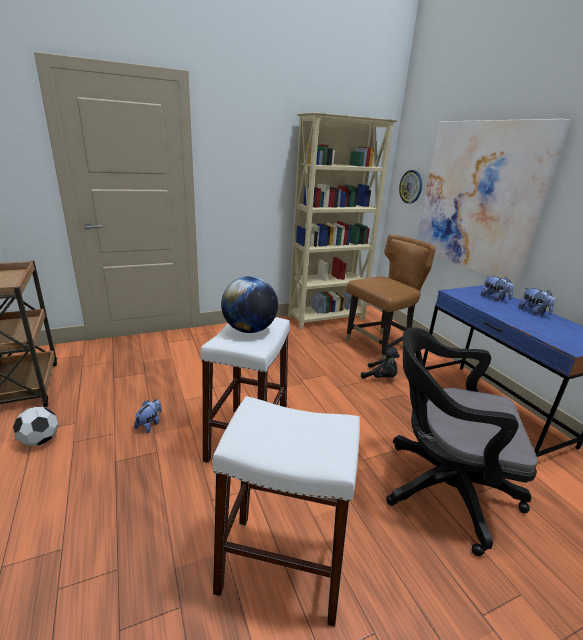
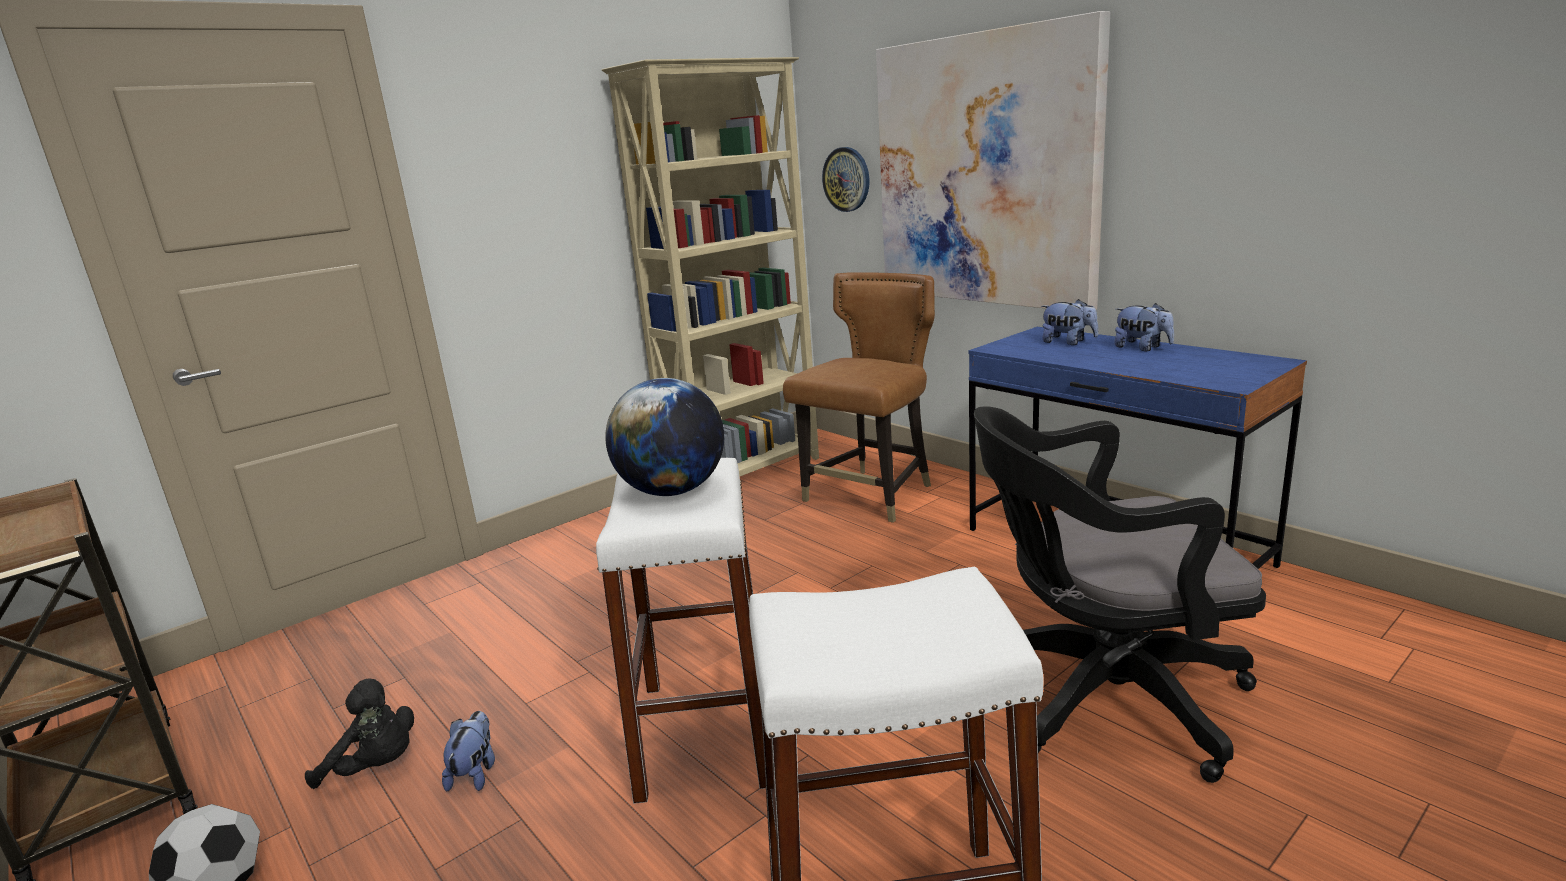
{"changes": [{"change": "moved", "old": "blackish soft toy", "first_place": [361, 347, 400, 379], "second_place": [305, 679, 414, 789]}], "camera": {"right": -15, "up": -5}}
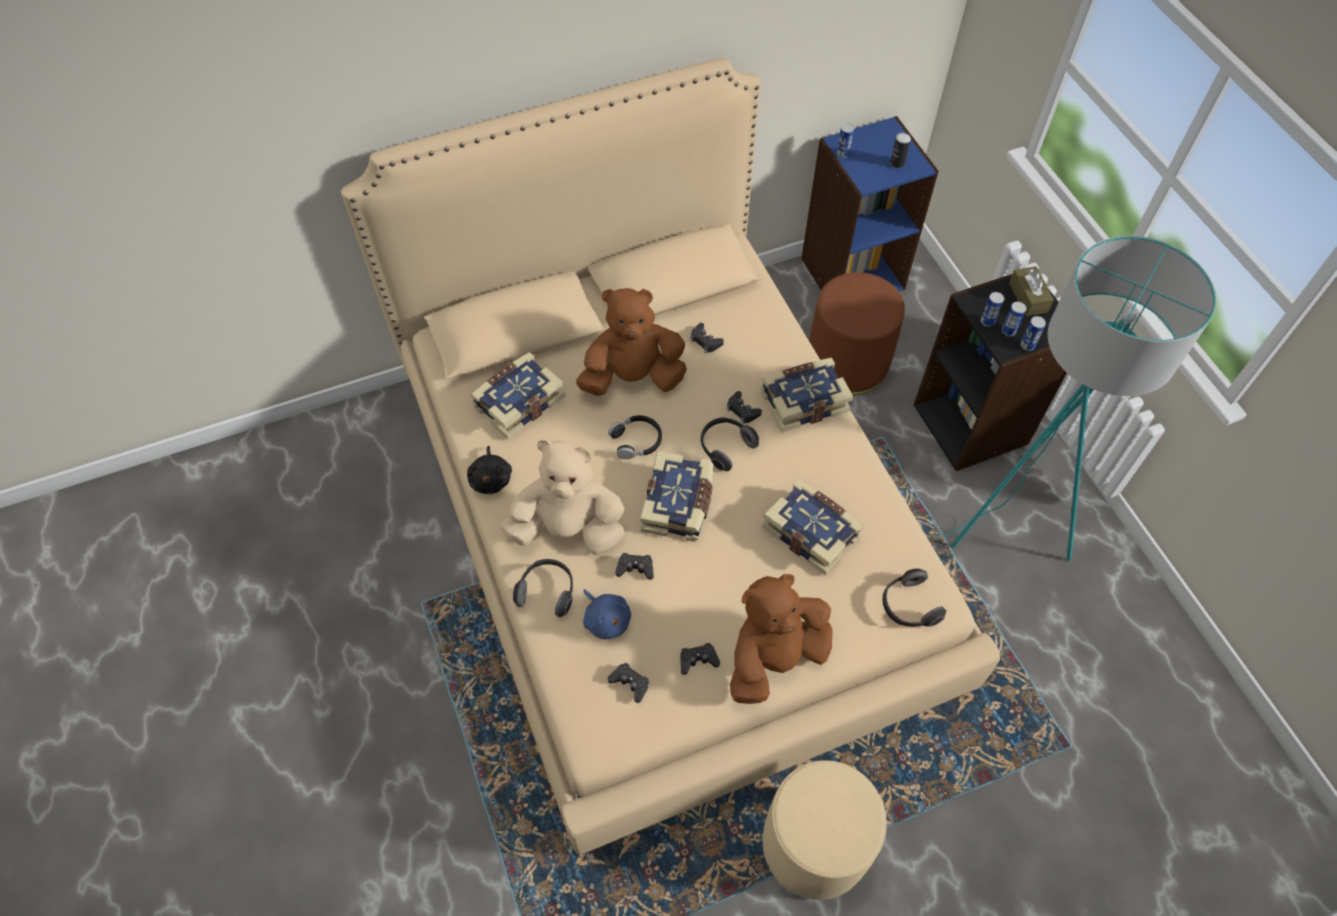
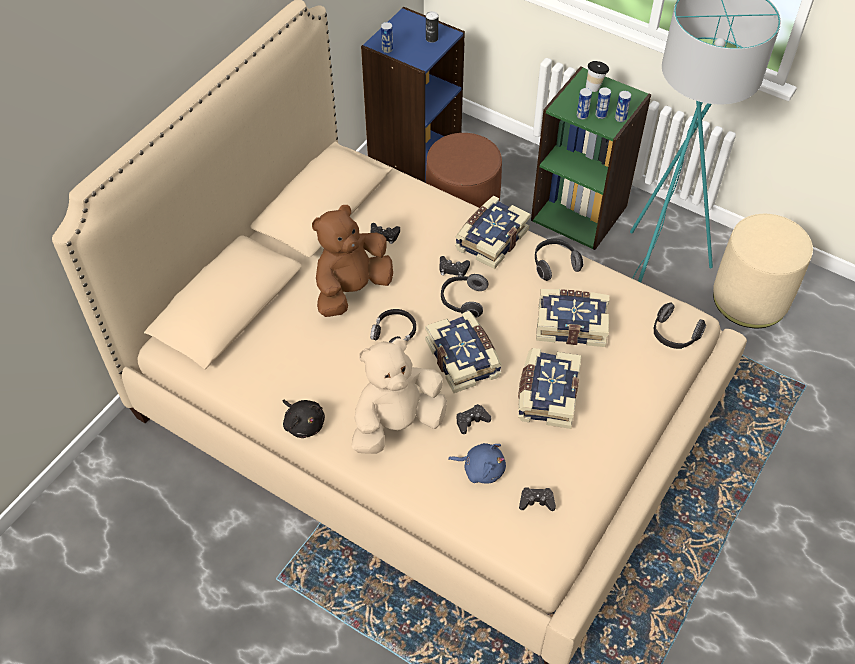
{"changes": [{"change": "replaced", "old": "brown box of tissues", "new": "small cup", "first_place": [1009, 266, 1054, 316], "second_place": [586, 61, 609, 92]}, {"change": "recoloured", "old": "blackish bookcase", "new": "green-coloured bookcase", "first_place": [914, 274, 1067, 471], "second_place": [531, 66, 651, 250]}, {"change": "moved", "old": "book", "first_place": [470, 352, 565, 439], "second_place": [518, 348, 582, 429]}, {"change": "moved", "old": "headphones", "first_place": [513, 559, 573, 617], "second_place": [535, 239, 583, 281]}, {"change": "removed", "old": "brown soft toy", "first_place": [730, 574, 833, 704]}, {"change": "removed", "old": "blackish gamepad", "first_place": [680, 643, 720, 675]}, {"change": "moved", "old": "beige footrest", "first_place": [762, 760, 887, 900], "second_place": [713, 214, 813, 328]}], "camera": {"right": -35, "up": -5}}
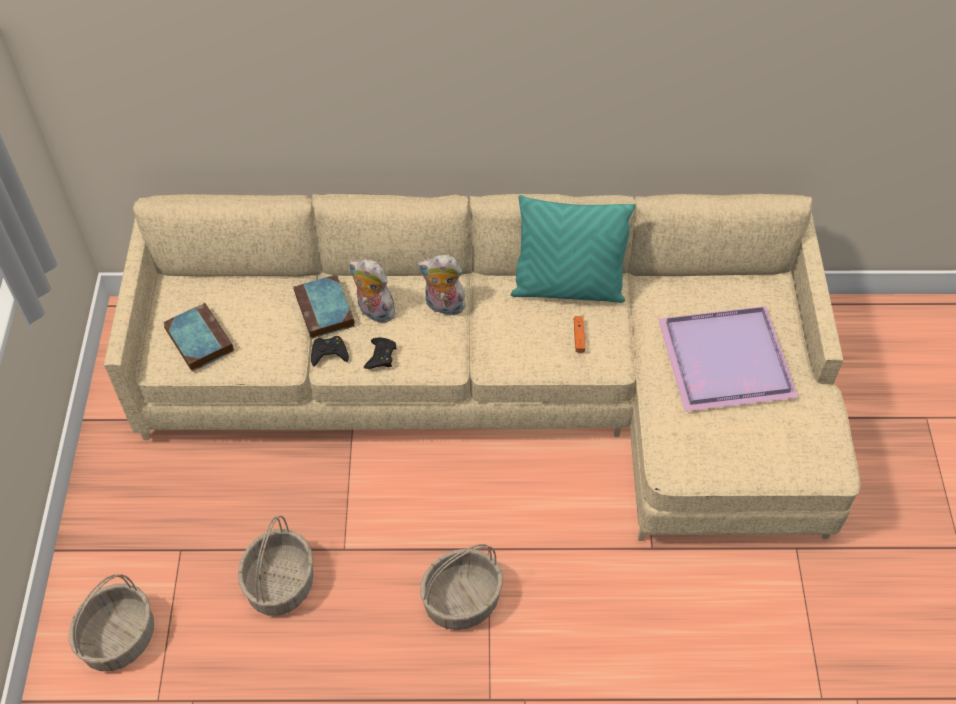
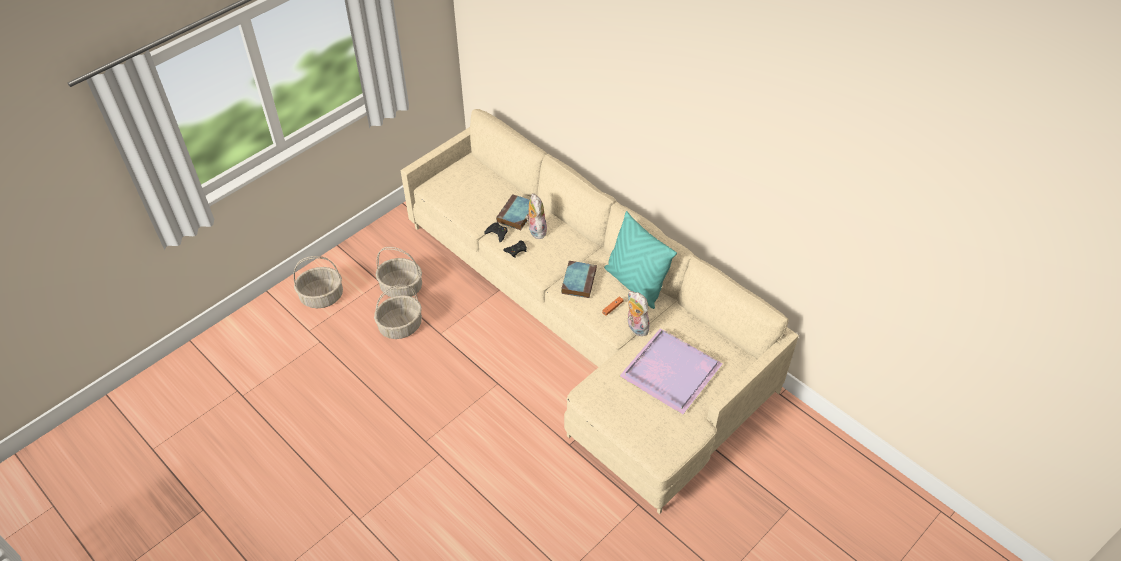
{"changes": [{"change": "moved", "old": "soft toy", "first_place": [417, 255, 466, 315], "second_place": [628, 291, 650, 336]}, {"change": "moved", "old": "book", "first_place": [163, 303, 234, 372], "second_place": [561, 261, 597, 298]}, {"change": "moved", "old": "household basket", "first_place": [420, 544, 503, 630], "second_place": [375, 247, 422, 297]}], "camera": {"right": 45, "up": -5}}
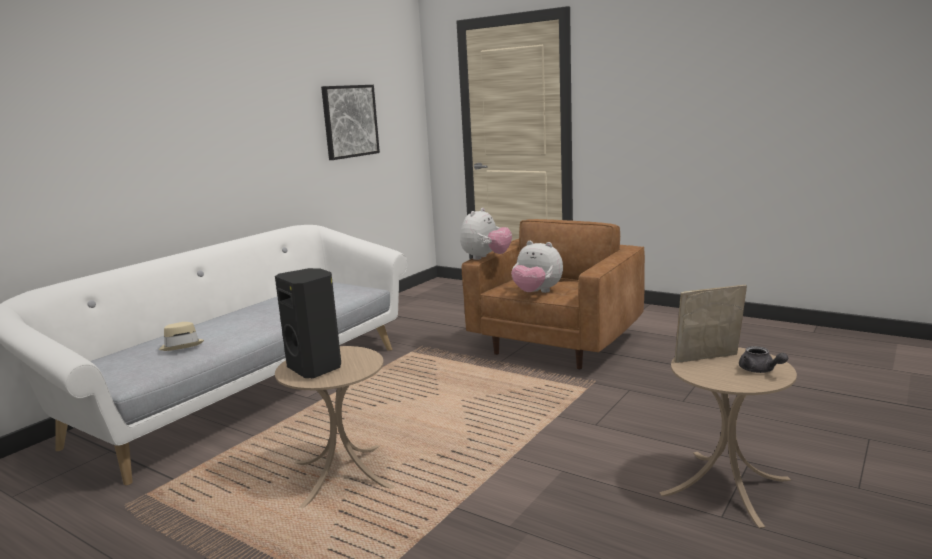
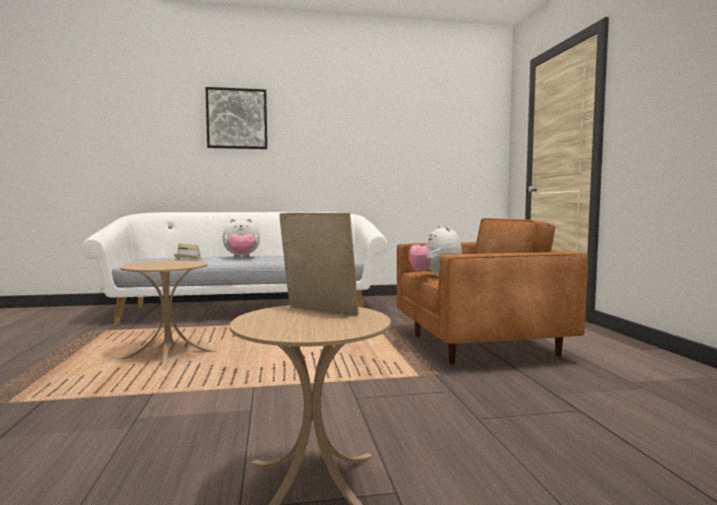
{"changes": [{"change": "moved", "old": "wall art", "first_place": [321, 85, 380, 160], "second_place": [205, 87, 267, 149]}, {"change": "moved", "old": "soft toy", "first_place": [460, 208, 512, 260], "second_place": [223, 219, 260, 258]}, {"change": "removed", "old": "blackish speaker", "first_place": [275, 268, 341, 378]}, {"change": "removed", "old": "grey pot for tea", "first_place": [739, 346, 788, 373]}], "camera": {"right": 45, "up": -10}}
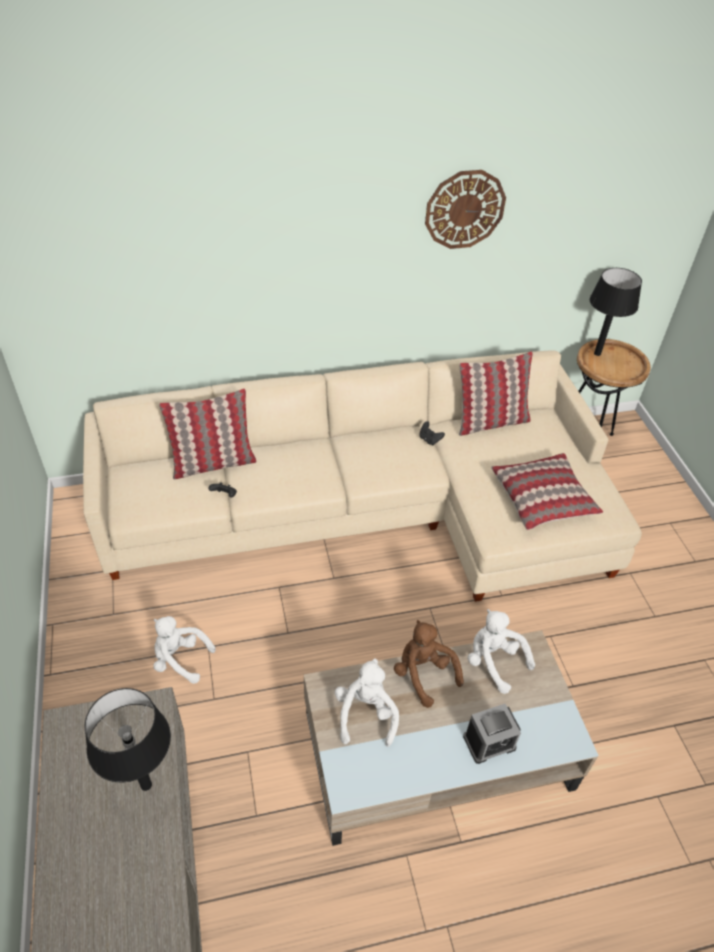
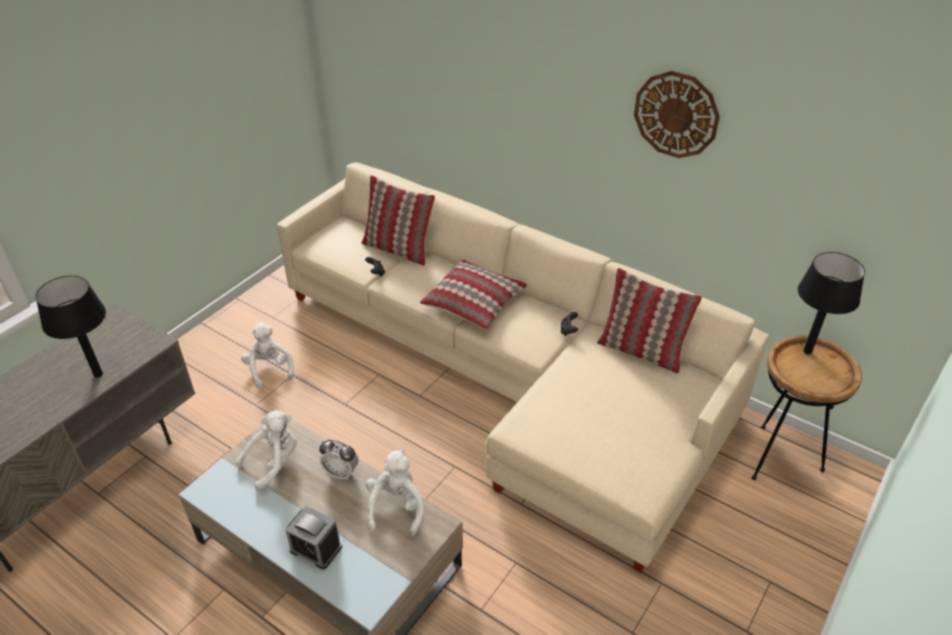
{"changes": [{"change": "moved", "old": "pillow", "first_place": [491, 453, 603, 530], "second_place": [420, 260, 527, 329]}, {"change": "replaced", "old": "brown soft toy", "new": "alarm clock", "first_place": [394, 620, 464, 708], "second_place": [319, 439, 359, 480]}], "camera": {"right": 50, "up": -5}}
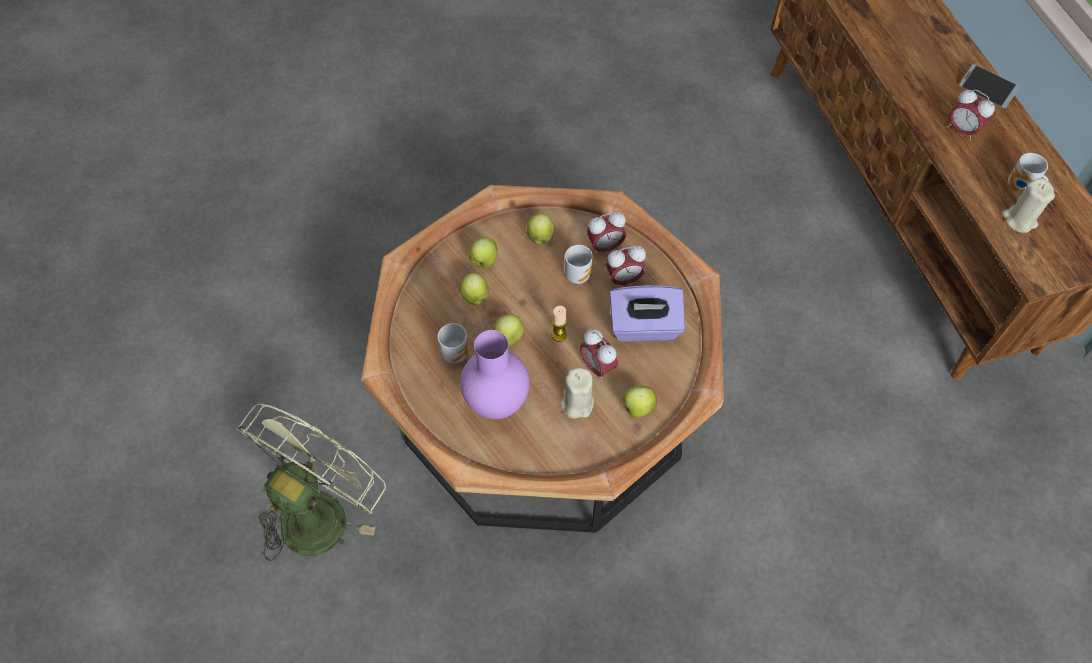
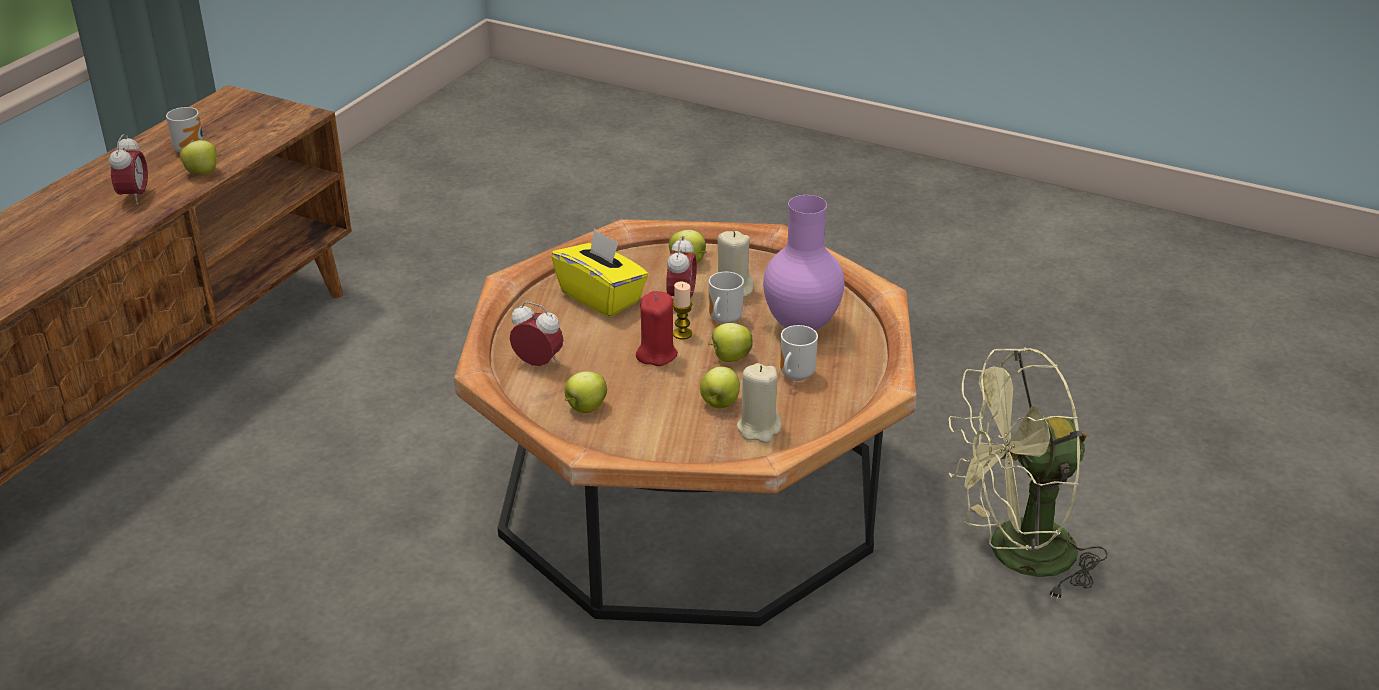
{"changes": [{"change": "removed", "old": "phone", "first_place": [959, 64, 1020, 109]}, {"change": "moved", "old": "beige wax light", "first_place": [1002, 178, 1055, 233], "second_place": [737, 363, 781, 443]}, {"change": "moved", "old": "whole apple", "first_place": [469, 237, 498, 268], "second_place": [180, 140, 221, 174]}, {"change": "moved", "old": "mug", "first_place": [565, 245, 593, 284], "second_place": [709, 272, 744, 324]}, {"change": "removed", "old": "alarm clock", "first_place": [605, 245, 646, 288]}, {"change": "recoloured", "old": "purple-coloured box of tissues", "new": "yellow box of tissues", "first_place": [609, 285, 685, 342], "second_place": [551, 229, 649, 317]}, {"change": "added", "new": "red wax light", "second_place": [636, 291, 678, 366]}], "camera": {"right": -135, "up": -25}}
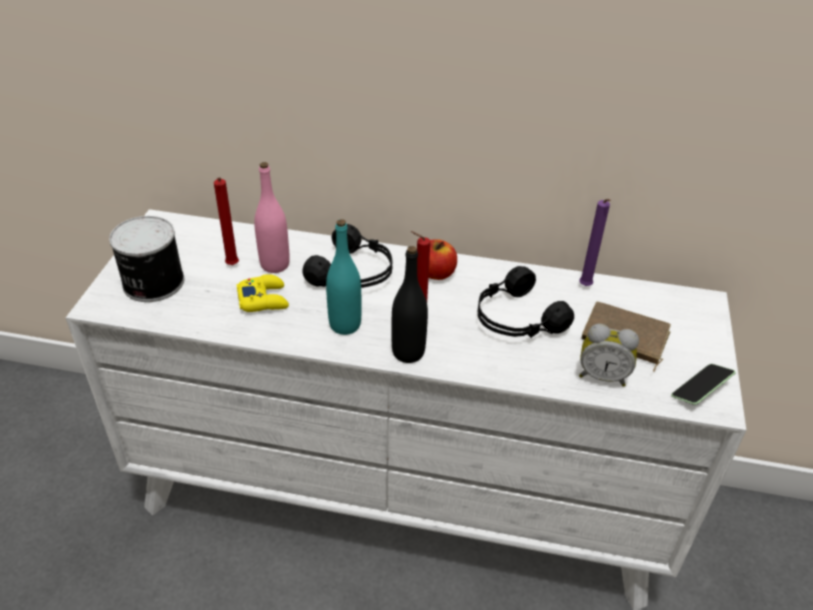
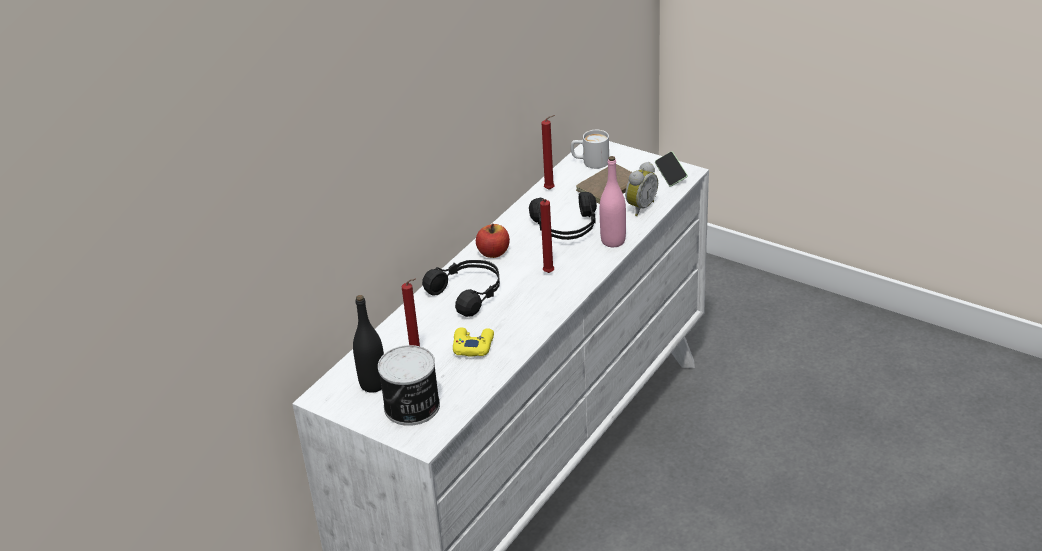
{"changes": [{"change": "moved", "old": "pinkish bottle", "first_place": [254, 162, 290, 273], "second_place": [600, 156, 626, 247]}, {"change": "recoloured", "old": "purple-coloured wax light", "new": "red wax light", "first_place": [579, 199, 610, 286], "second_place": [542, 115, 555, 190]}, {"change": "removed", "old": "turquoise bottle", "first_place": [326, 219, 361, 335]}, {"change": "moved", "old": "blackish bottle", "first_place": [391, 246, 428, 363], "second_place": [353, 295, 384, 393]}, {"change": "added", "new": "white mug", "second_place": [571, 130, 609, 169]}], "camera": {"right": -65, "up": -5}}
